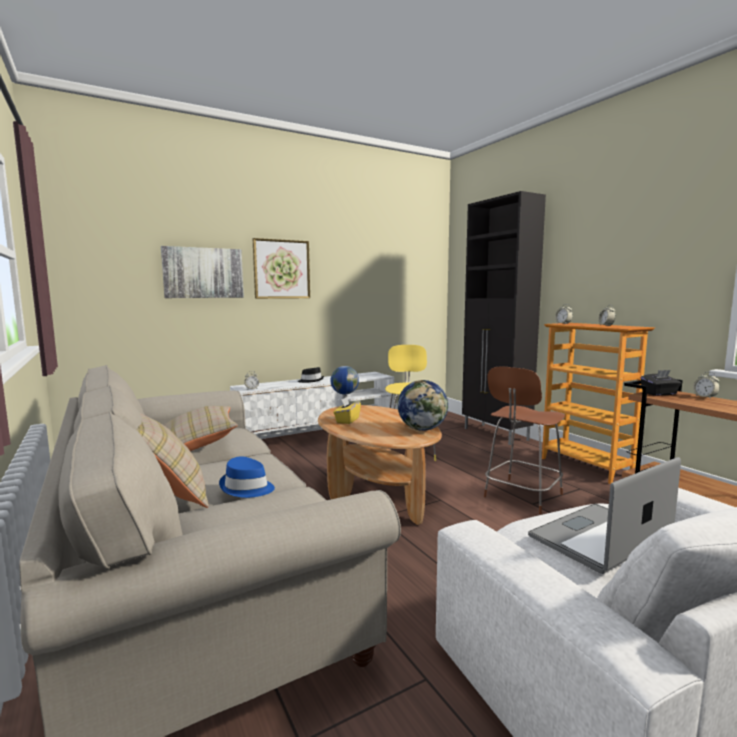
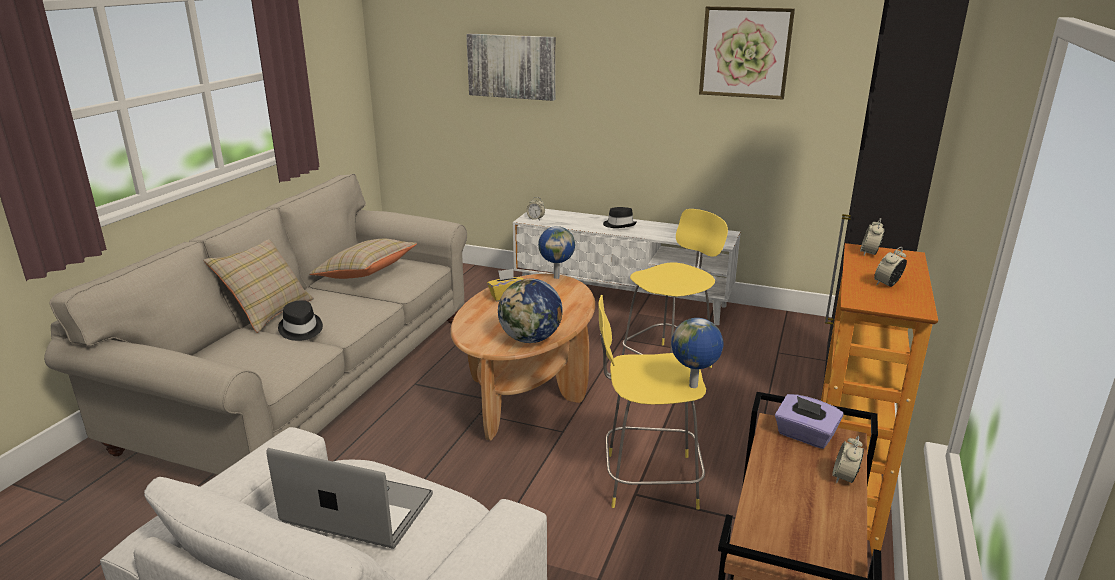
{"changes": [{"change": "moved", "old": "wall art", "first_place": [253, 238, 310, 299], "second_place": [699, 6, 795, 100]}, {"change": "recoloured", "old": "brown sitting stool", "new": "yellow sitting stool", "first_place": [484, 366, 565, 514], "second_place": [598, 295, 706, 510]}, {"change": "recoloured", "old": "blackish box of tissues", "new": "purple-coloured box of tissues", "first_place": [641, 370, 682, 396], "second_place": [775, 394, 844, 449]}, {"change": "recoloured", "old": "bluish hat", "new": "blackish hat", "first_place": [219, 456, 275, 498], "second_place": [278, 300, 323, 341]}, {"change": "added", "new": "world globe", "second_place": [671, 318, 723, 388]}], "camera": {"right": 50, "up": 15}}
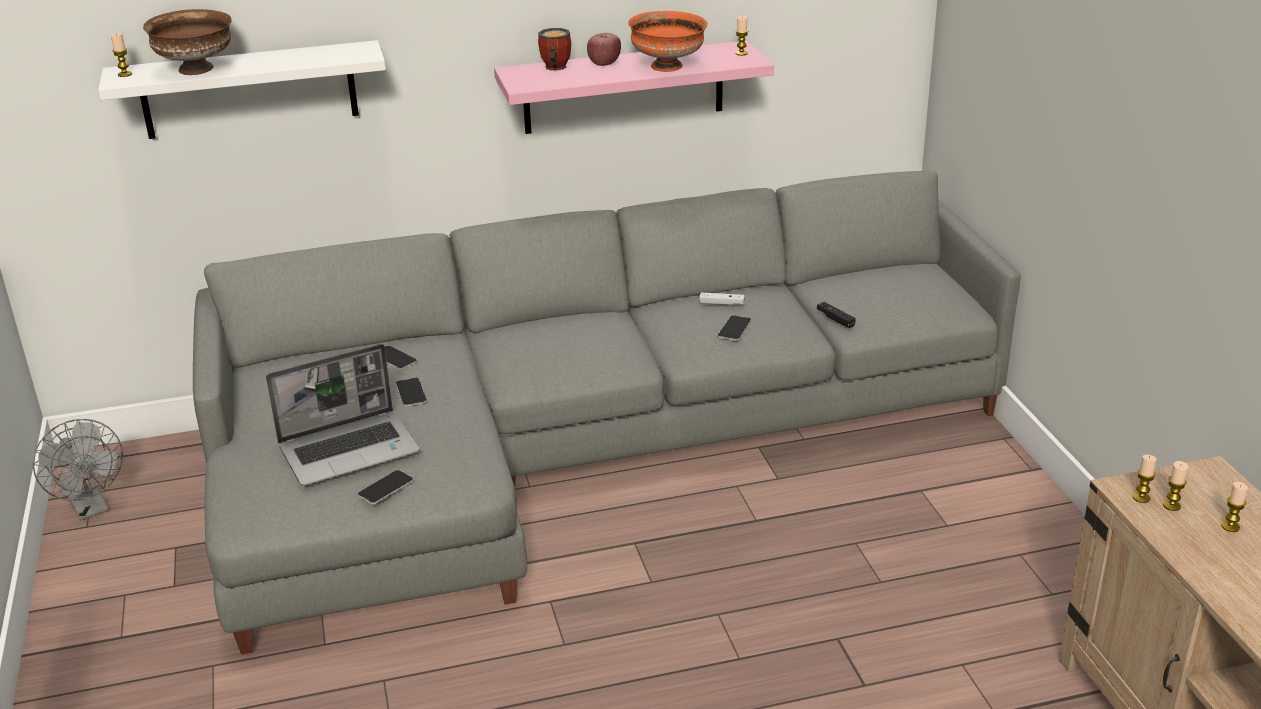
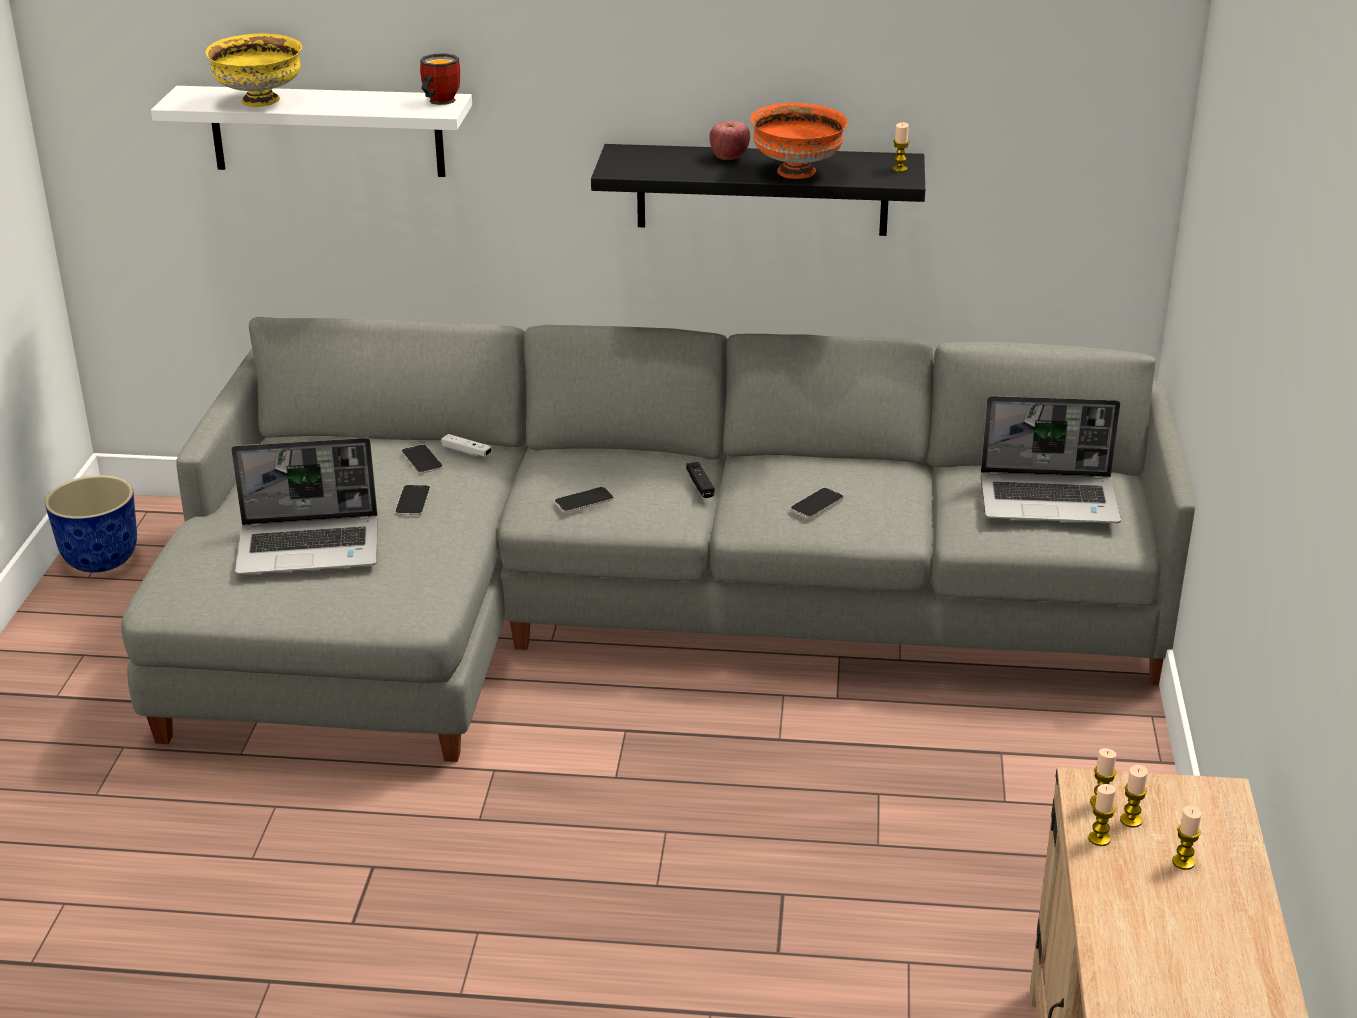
{"changes": [{"change": "recoloured", "old": "brown deep dish", "new": "yellow deep dish", "first_place": [143, 9, 232, 75], "second_place": [206, 34, 302, 107]}, {"change": "moved", "old": "mug", "first_place": [538, 28, 571, 71], "second_place": [420, 53, 461, 105]}, {"change": "moved", "old": "wax light", "first_place": [111, 34, 132, 77], "second_place": [1088, 784, 1116, 846]}, {"change": "recoloured", "old": "pinkish bracket shelf", "new": "blackish bracket shelf", "first_place": [494, 41, 774, 134], "second_place": [591, 144, 925, 236]}, {"change": "moved", "old": "white gamepad", "first_place": [699, 293, 744, 306], "second_place": [441, 434, 492, 457]}, {"change": "moved", "old": "blackish gamepad", "first_place": [817, 302, 856, 328], "second_place": [686, 462, 714, 498]}, {"change": "replaced", "old": "grey fan", "new": "flower pot", "first_place": [33, 419, 123, 521], "second_place": [45, 475, 137, 573]}, {"change": "moved", "old": "phone", "first_place": [358, 470, 413, 504], "second_place": [554, 487, 614, 513]}, {"change": "added", "new": "notebook computer", "second_place": [981, 396, 1121, 523]}], "camera": {"right": 20, "up": 0}}
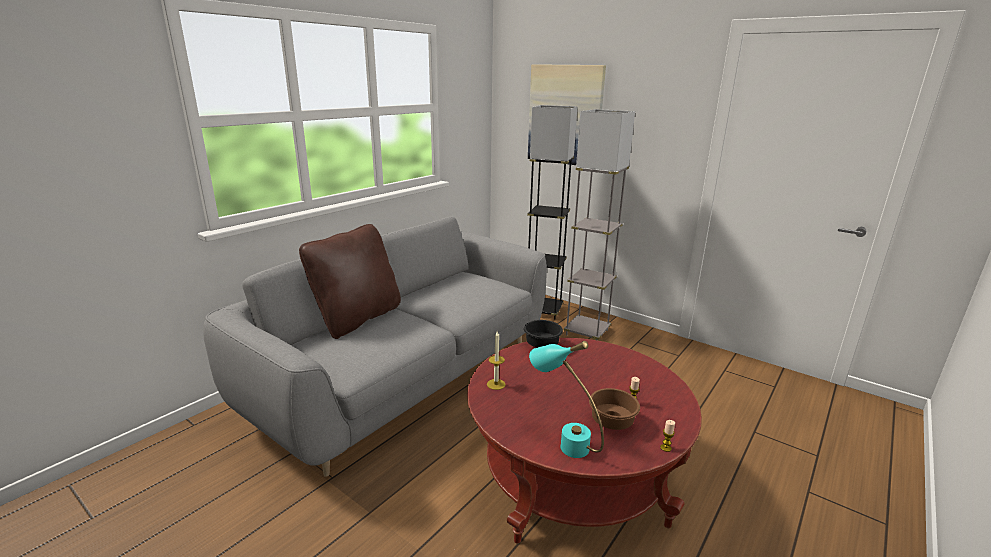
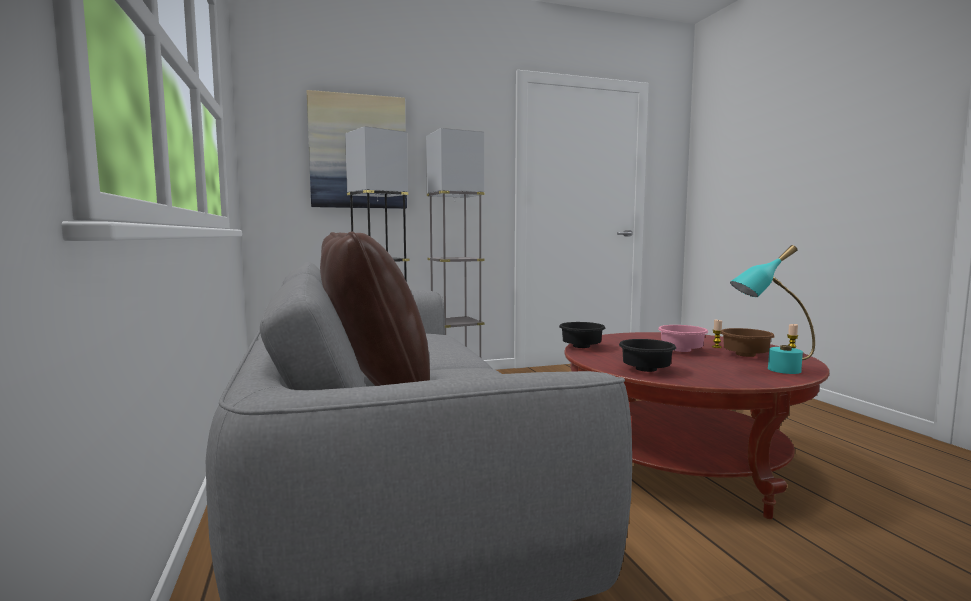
{"changes": [{"change": "replaced", "old": "wax light", "new": "blackish deep dish", "first_place": [487, 331, 506, 390], "second_place": [619, 339, 676, 372]}, {"change": "added", "new": "pinkish deep dish", "second_place": [658, 325, 708, 352]}], "camera": {"right": -55, "up": -15}}
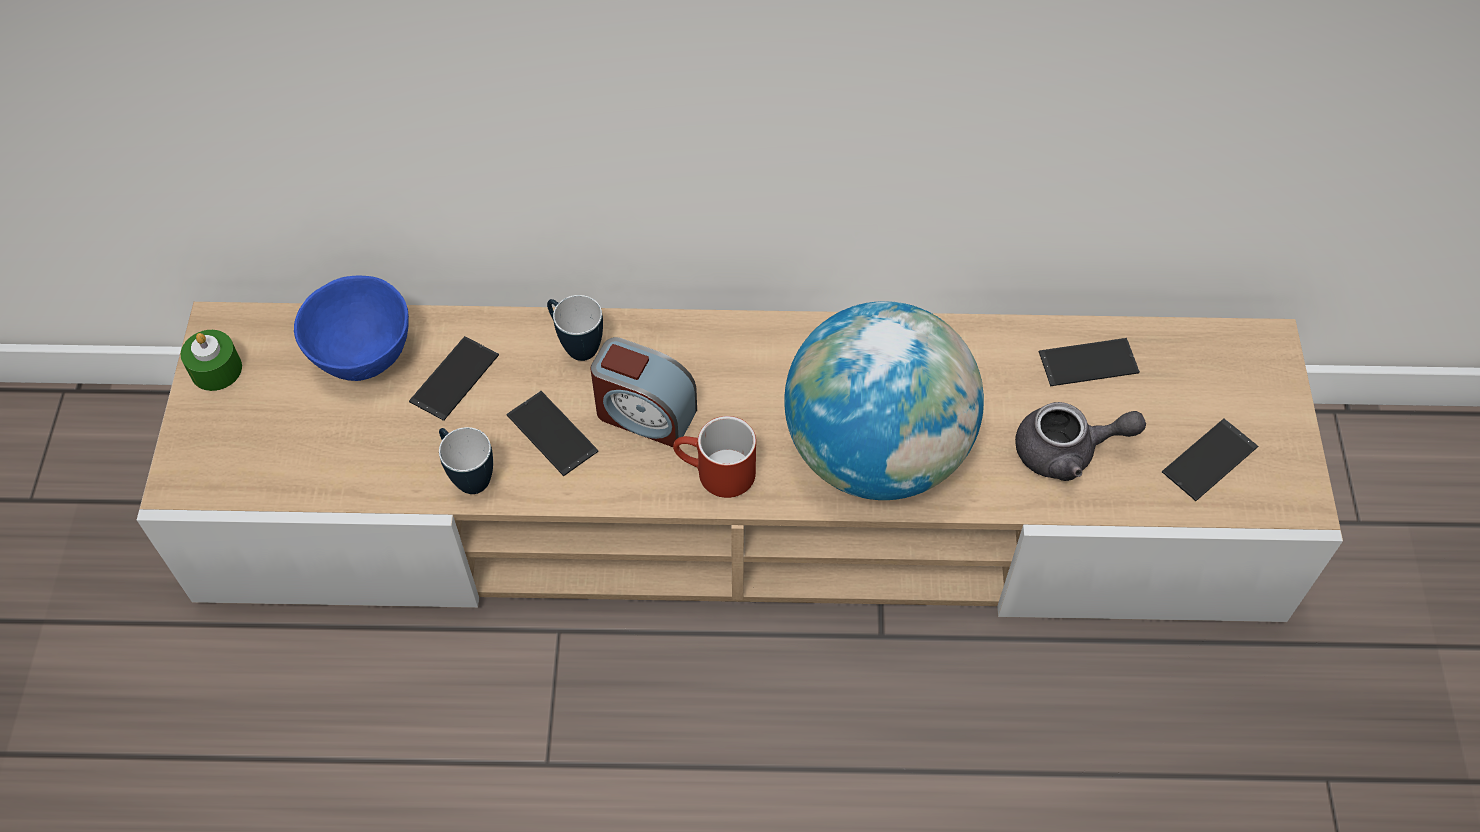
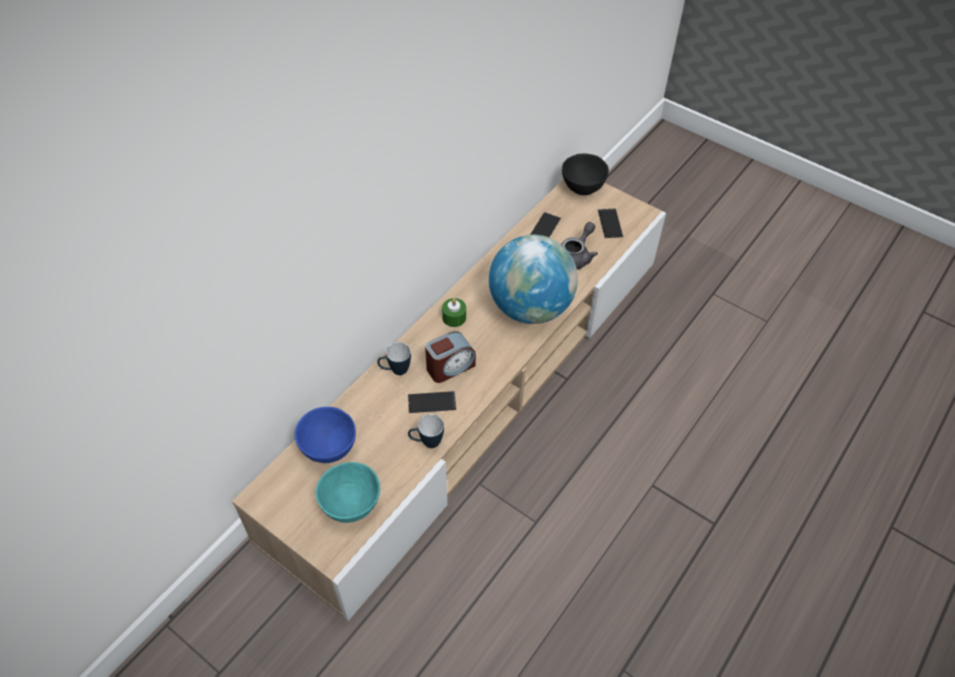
{"changes": [{"change": "moved", "old": "green-coloured wax light", "first_place": [181, 330, 242, 391], "second_place": [442, 298, 466, 327]}, {"change": "removed", "old": "phone", "first_place": [409, 336, 499, 421]}, {"change": "removed", "old": "red mug", "first_place": [673, 416, 756, 498]}, {"change": "added", "new": "blackish deep dish", "second_place": [562, 153, 609, 195]}, {"change": "added", "new": "turquoise deep dish", "second_place": [316, 462, 380, 523]}], "camera": {"right": -55, "up": -5}}
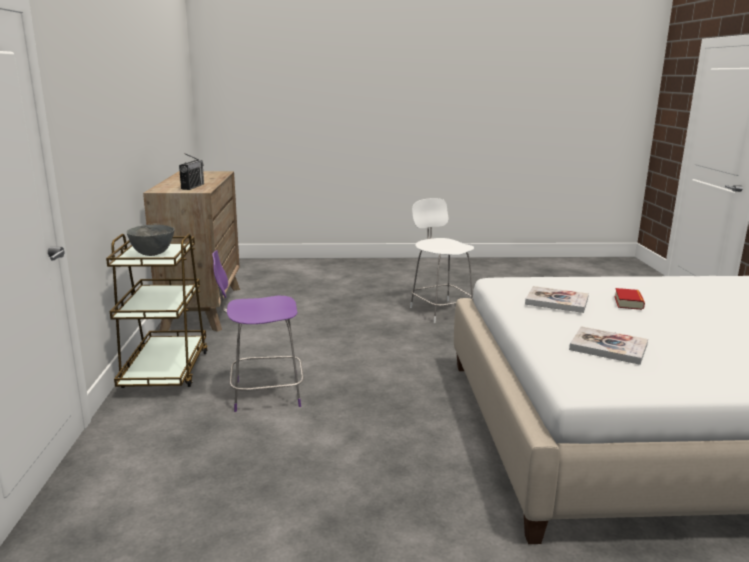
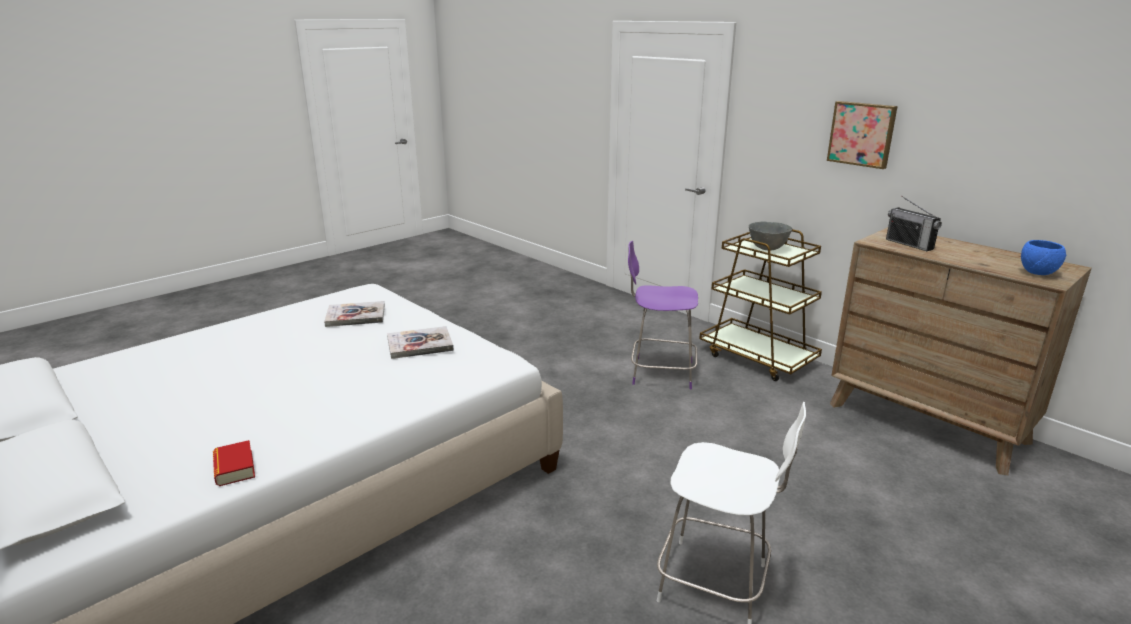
{"changes": [{"change": "turned", "old": "purple-coloured plain chair", "first_place": [212, 250, 304, 412], "second_place": [628, 241, 698, 389], "degrees": -120}, {"change": "moved", "old": "book", "first_place": [614, 288, 645, 310], "second_place": [213, 440, 255, 486]}, {"change": "added", "new": "wall art", "second_place": [827, 101, 898, 169]}, {"change": "added", "new": "bluish deep dish", "second_place": [1021, 240, 1066, 275]}], "camera": {"right": 140, "up": 5}}
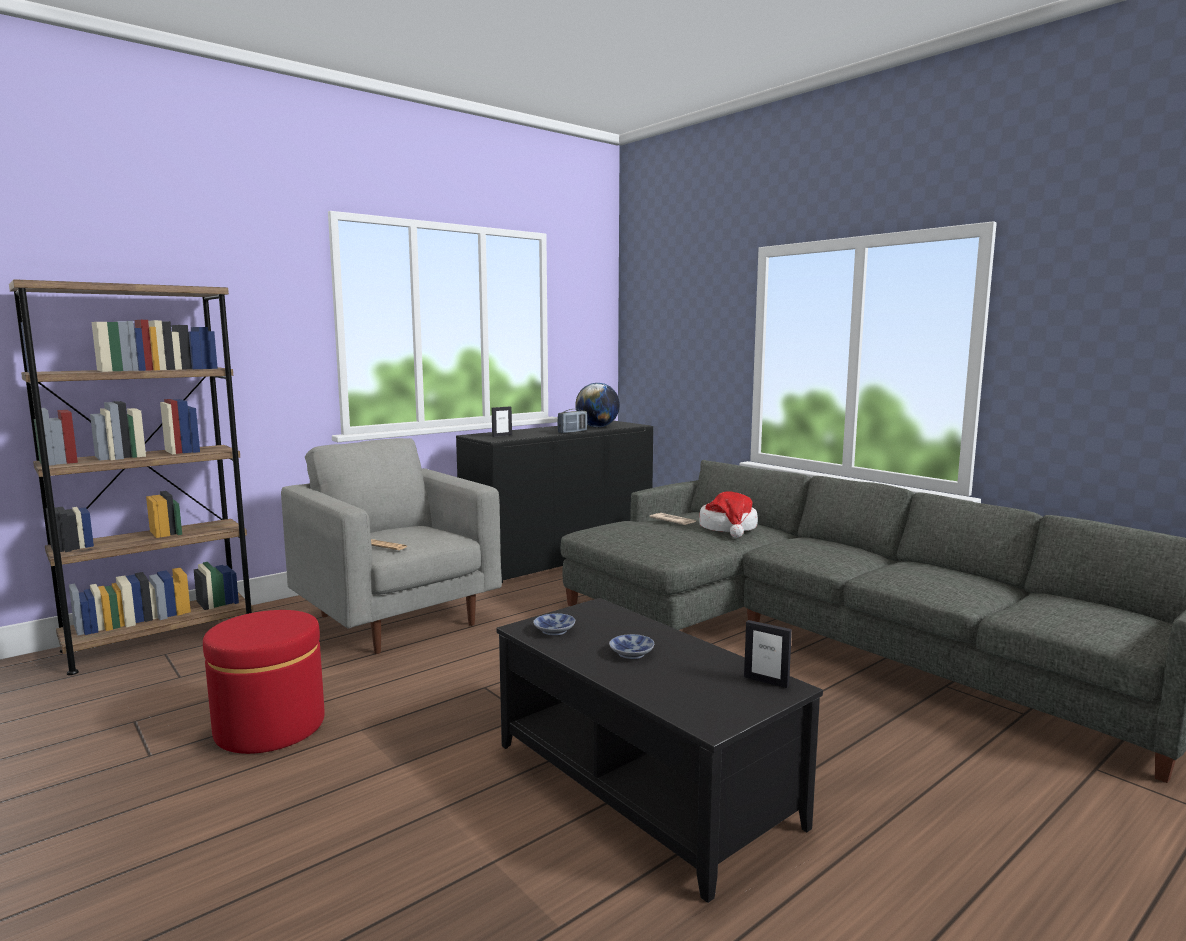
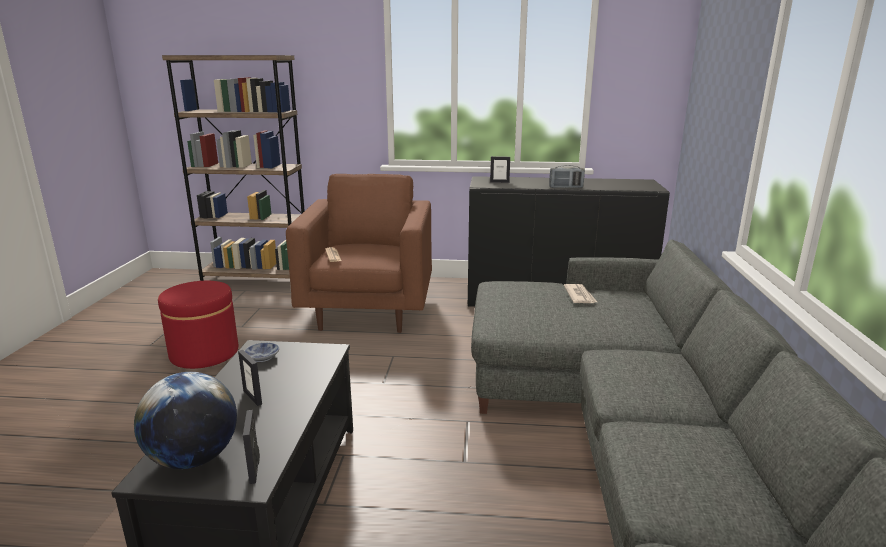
{"changes": [{"change": "moved", "old": "world globe", "first_place": [575, 383, 620, 427], "second_place": [134, 372, 237, 469]}, {"change": "recoloured", "old": "grey armchair", "new": "brown armchair", "first_place": [281, 438, 502, 654], "second_place": [286, 174, 432, 333]}, {"change": "removed", "old": "hat", "first_place": [699, 492, 758, 538]}, {"change": "replaced", "old": "deep dish", "new": "standing frame", "first_place": [609, 634, 654, 659], "second_place": [238, 350, 262, 406]}], "camera": {"right": 45, "up": 10}}
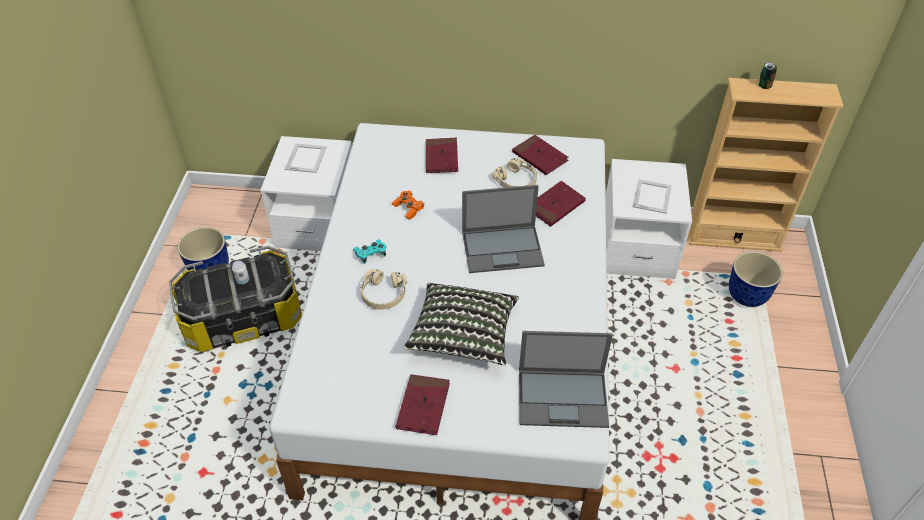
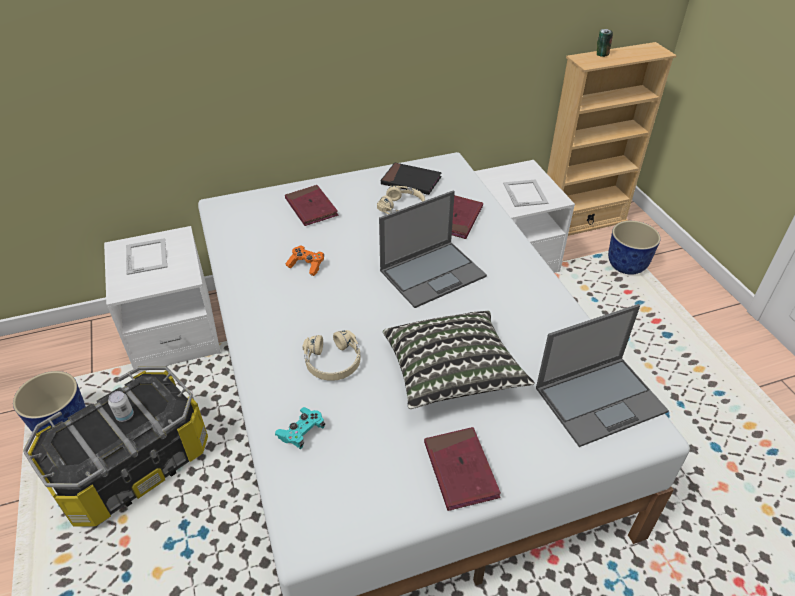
{"changes": [{"change": "recoloured", "old": "red book", "new": "blackish book", "first_place": [512, 135, 569, 175], "second_place": [381, 163, 442, 195]}, {"change": "moved", "old": "turquoise gamepad", "first_place": [353, 239, 386, 264], "second_place": [275, 407, 325, 449]}], "camera": {"right": -25, "up": -5}}
